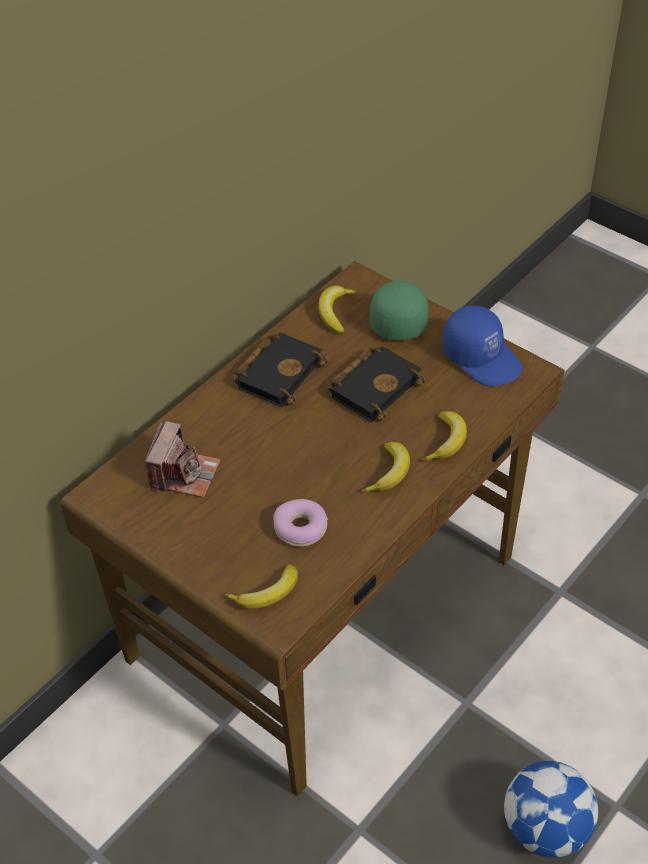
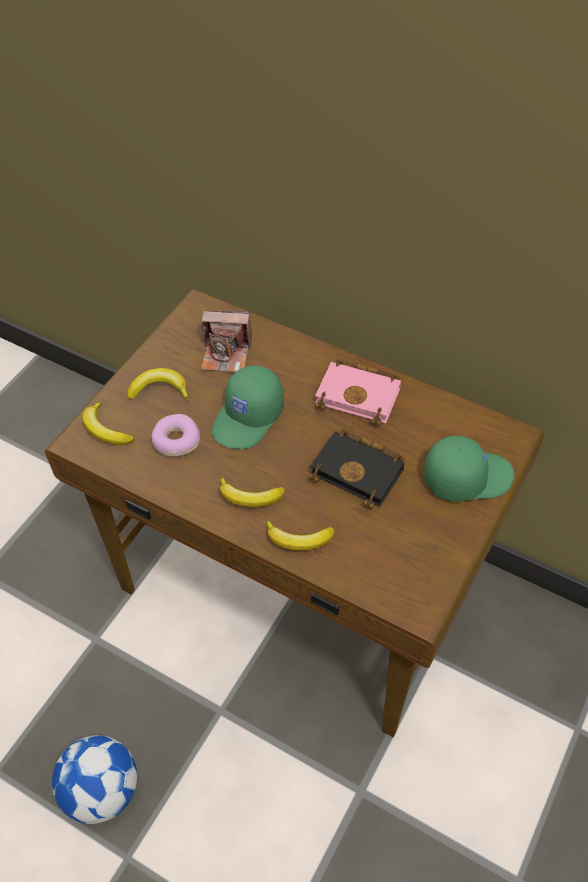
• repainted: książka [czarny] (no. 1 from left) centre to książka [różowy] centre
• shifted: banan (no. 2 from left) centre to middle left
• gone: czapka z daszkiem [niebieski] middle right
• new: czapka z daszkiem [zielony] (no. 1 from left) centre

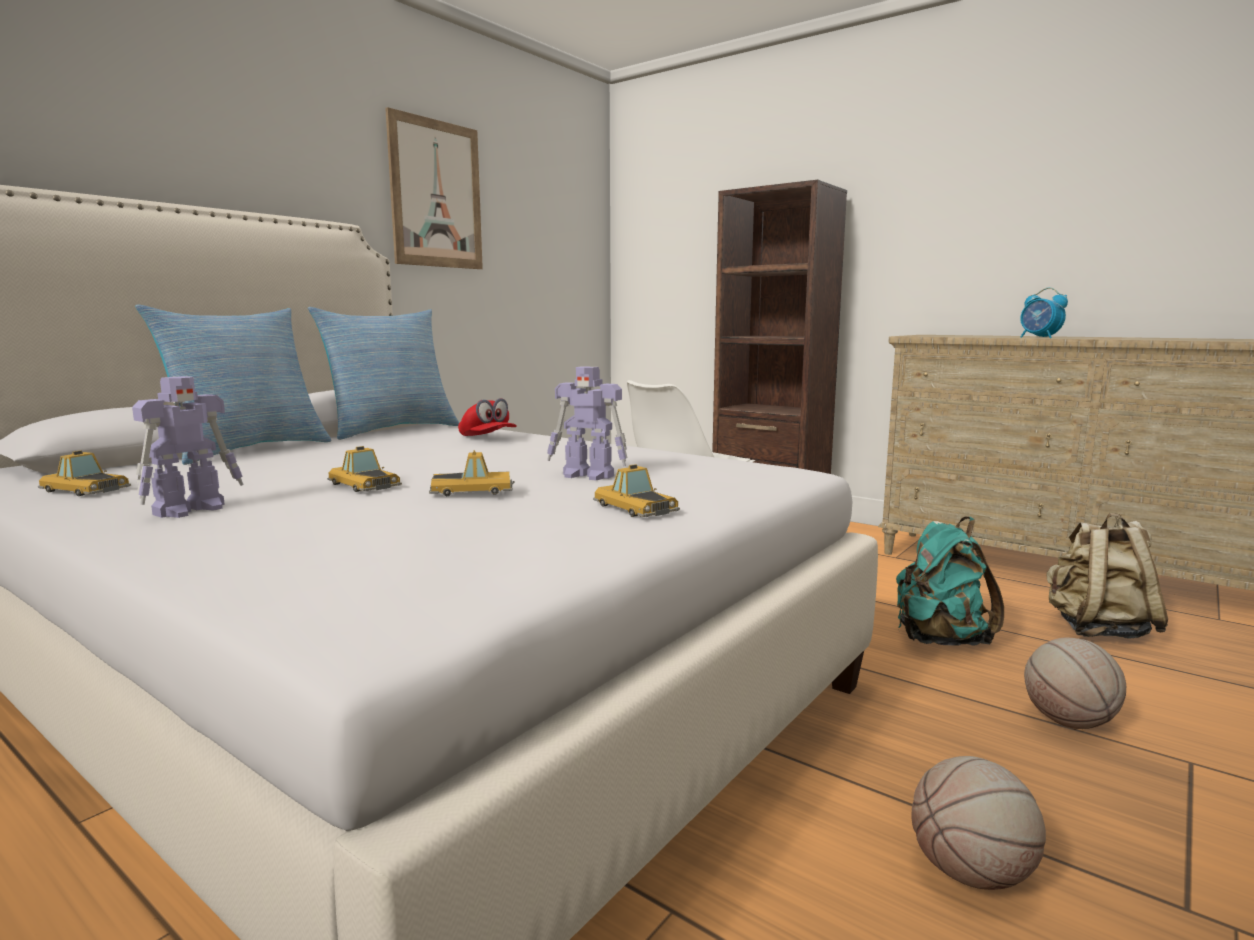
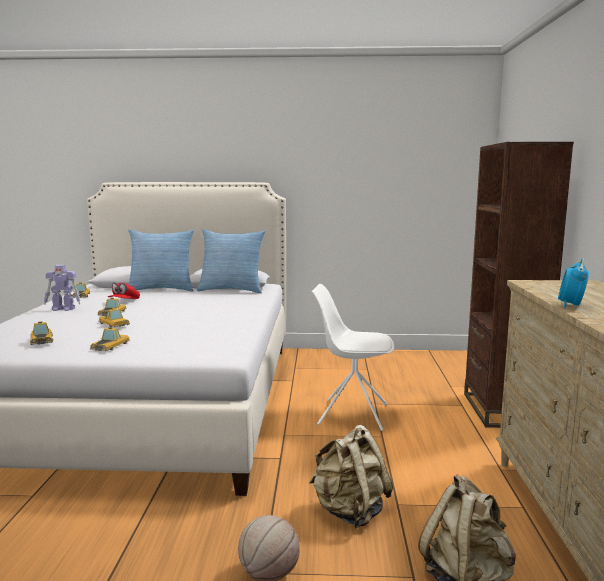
• gone: obraz top centre
• shifted: czapka z daszkiem [czerwony] centre to middle left
• gone: robot zabawkowy (no. 2 from left) centre
• repainted: plecak [turkusowy] middle right to plecak [beżowy] (no. 1 from left) bottom centre
• gone: piłka do koszykówki (no. 1 from left) bottom right
• new: samochodzik (no. 1 from left) middle left

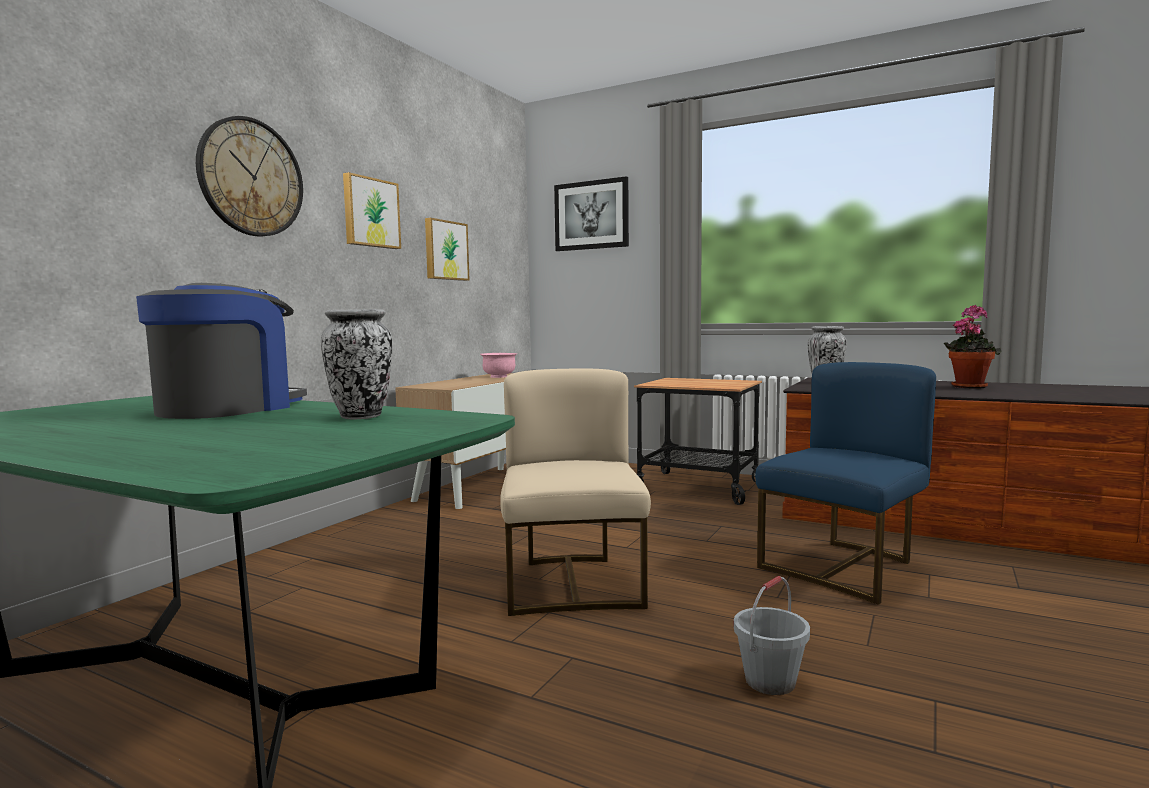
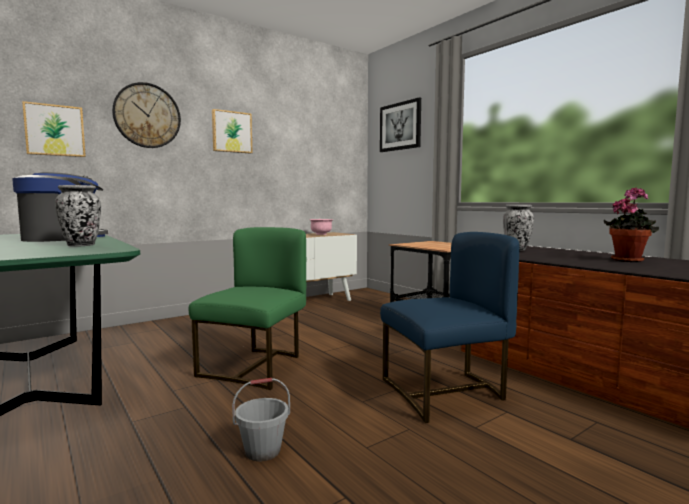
• shifted: obraz (no. 2 from left in the first image) top centre to obraz (no. 1 from left) top left
• repainted: krzesło [beżowy] centre to krzesło [zielony] centre

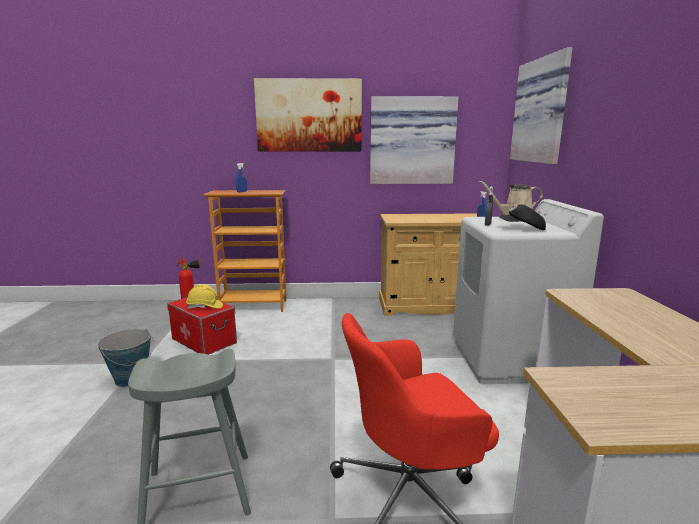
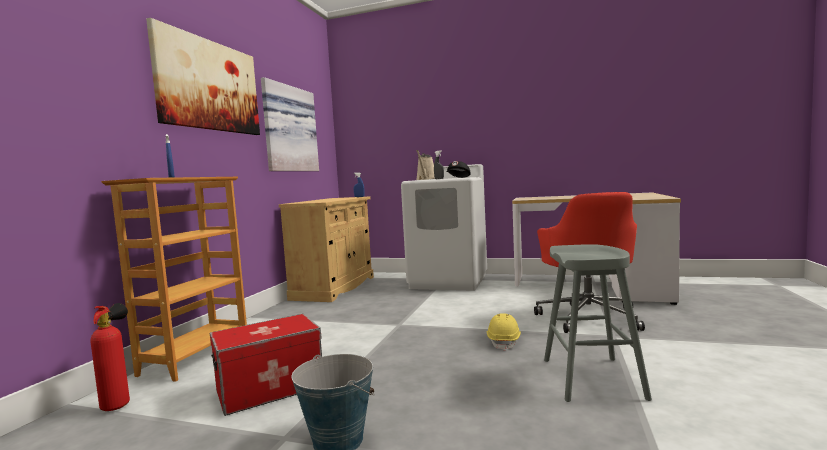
• shifted: kask [żółty] middle left to bottom centre
• gone: obraz (no. 3 from left) top right

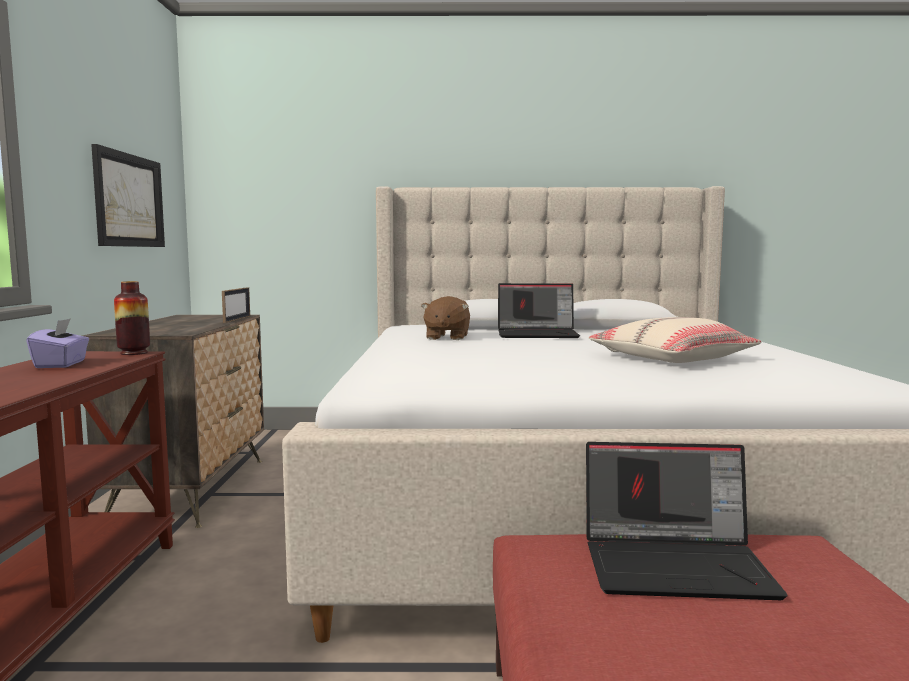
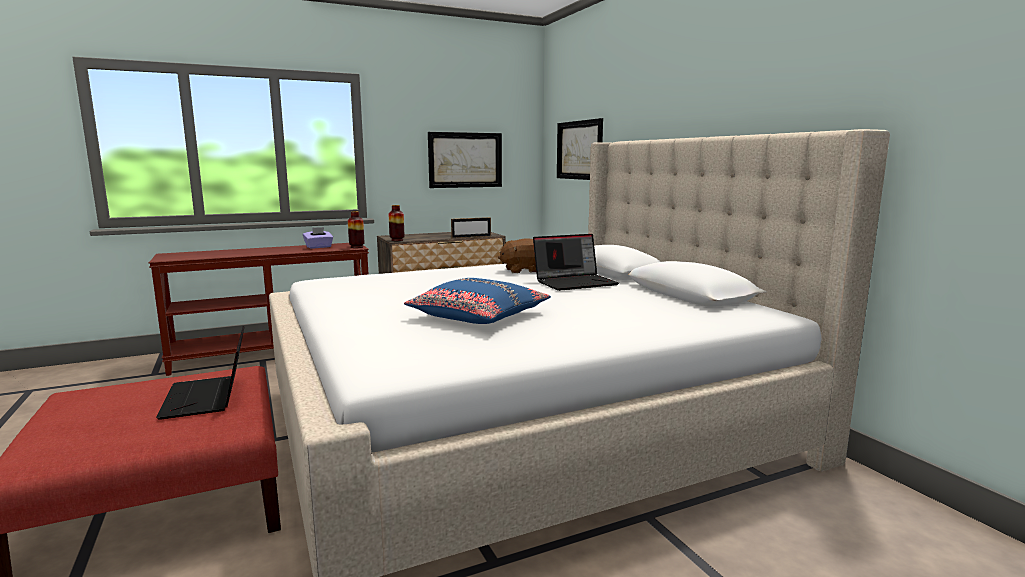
• rotated: laptop (no. 1 from left in the first image) centre = centre 90 degrees counterclockwise
• repainted: poduszka [beżowy] middle right to poduszka [niebieski] centre
• new: wazon (no. 2 from left) centre
• new: obraz (no. 2 from left) top centre

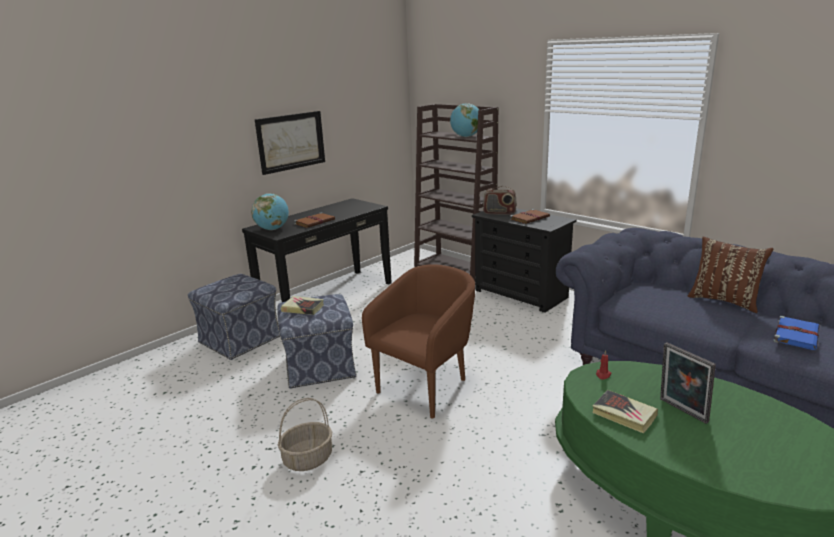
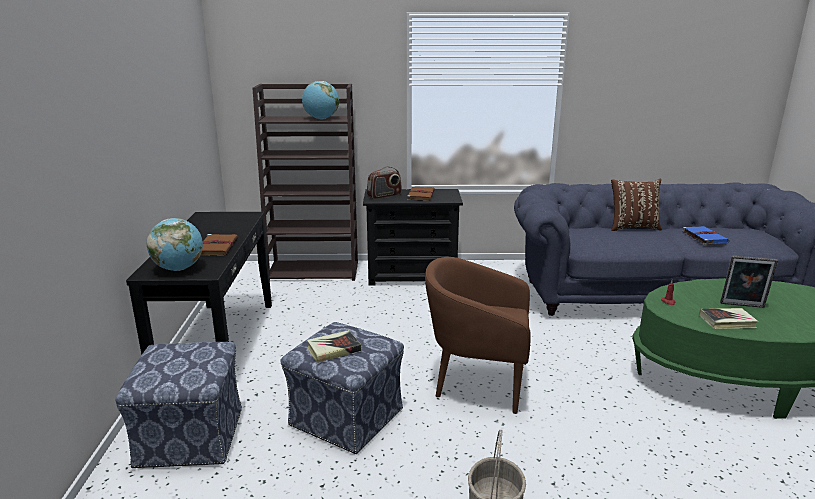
• gone: obraz top centre
• rotated: fotel [brązowy] centre = bottom centre 75 degrees counterclockwise

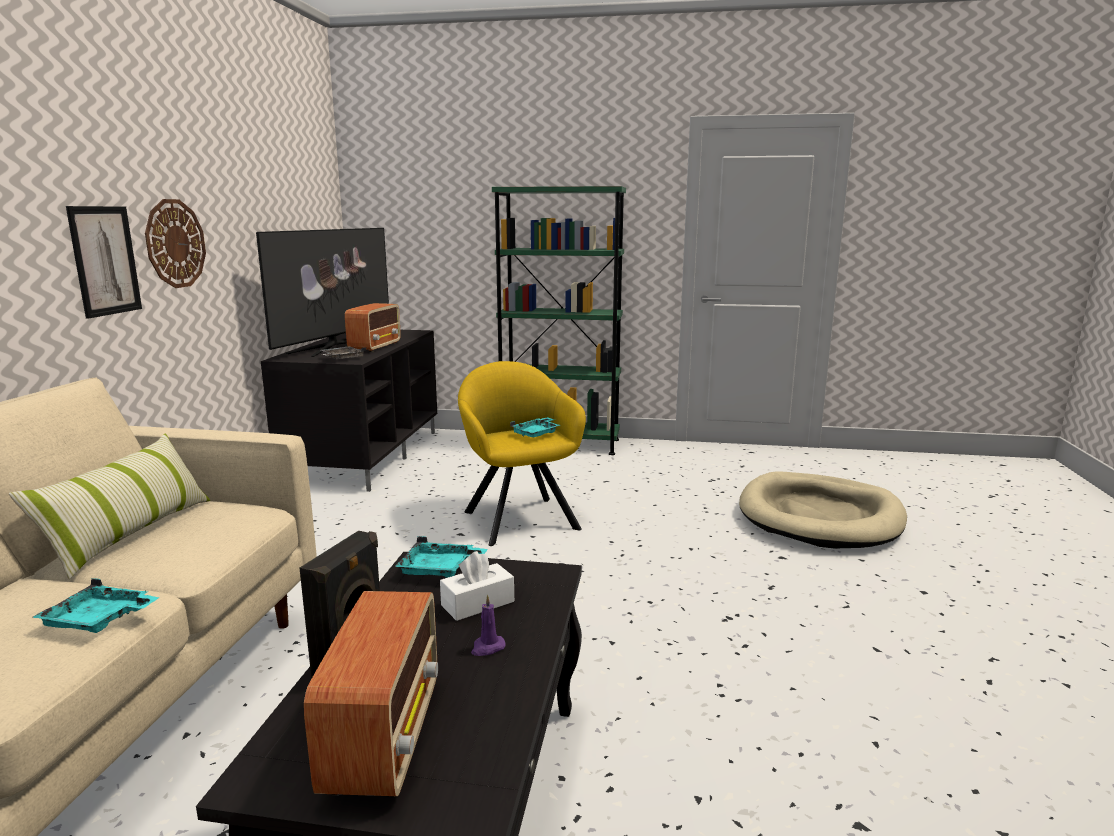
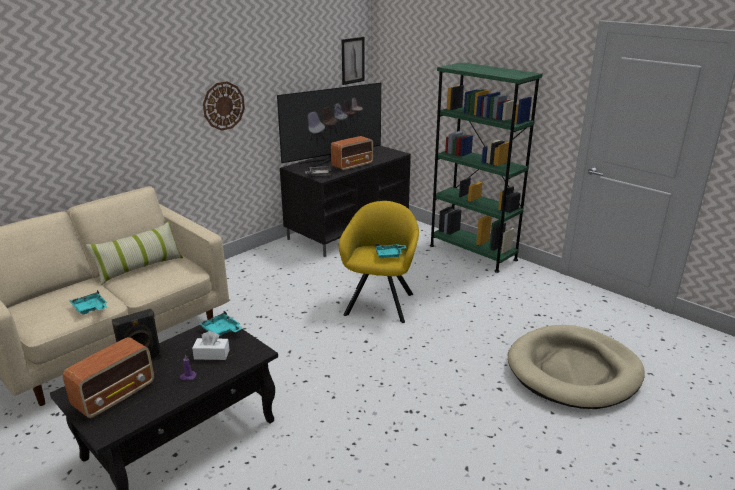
• shifted: obraz top left to top centre

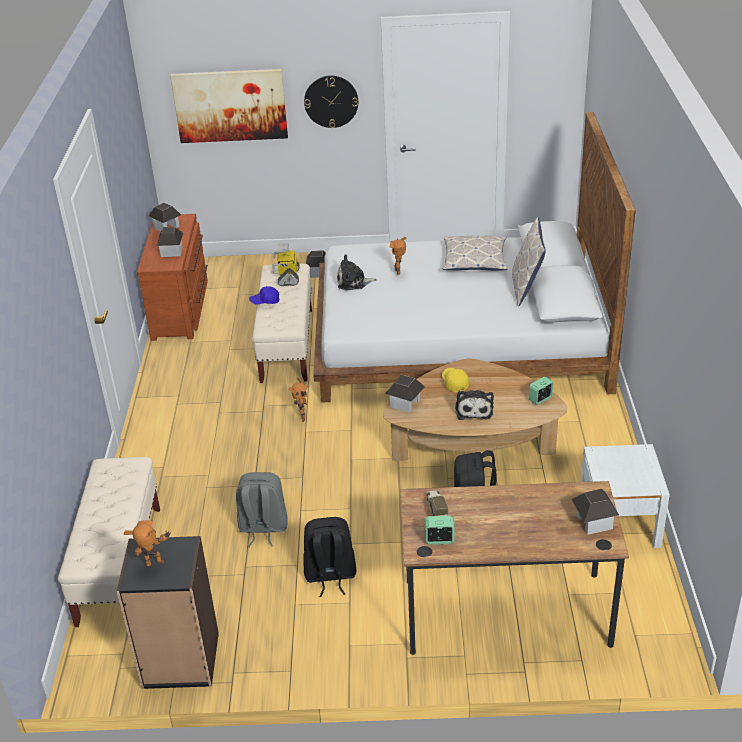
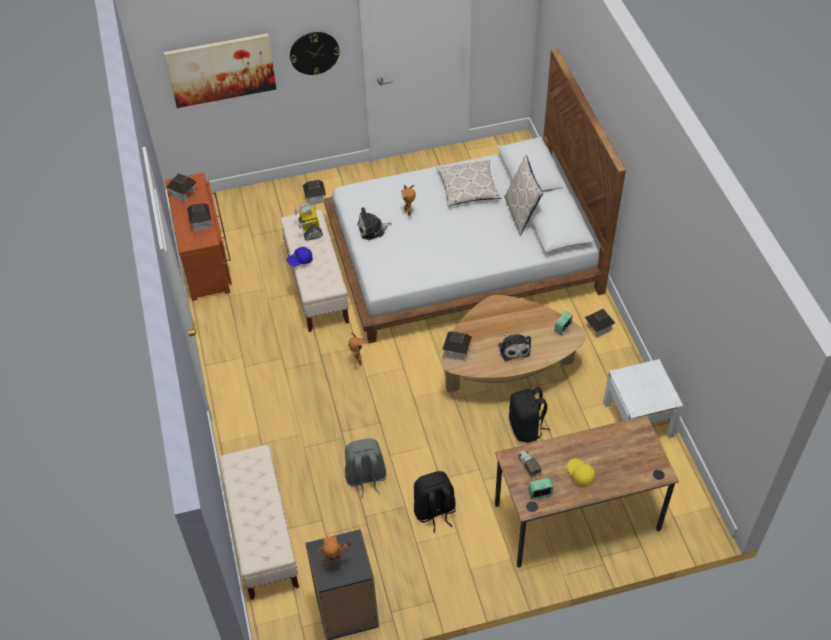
• shifted: czapka z daszkiem [żółty] centre to bottom right
• shifted: domek (no. 5 from left) bottom right to middle right

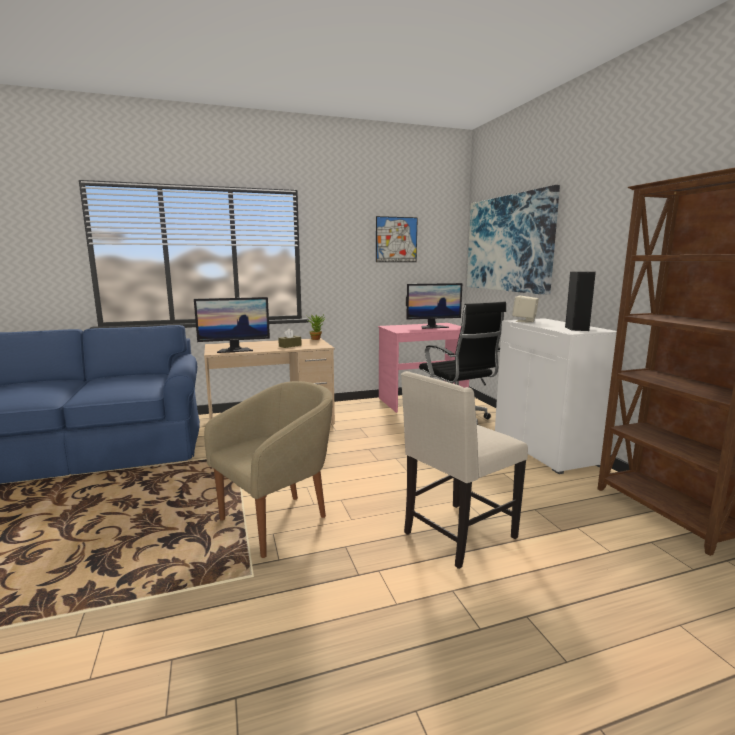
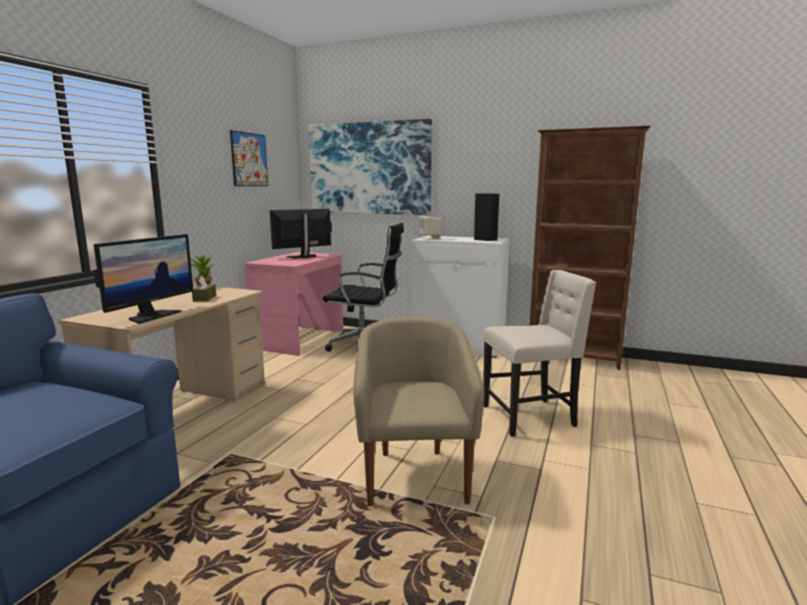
• rotated: krzesło [beżowy] centre = middle right 105 degrees counterclockwise
• rotated: monitor (no. 2 from left) centre = centre 150 degrees counterclockwise

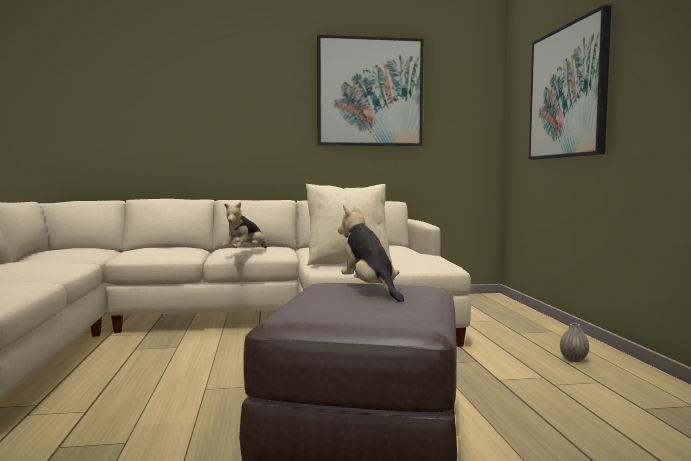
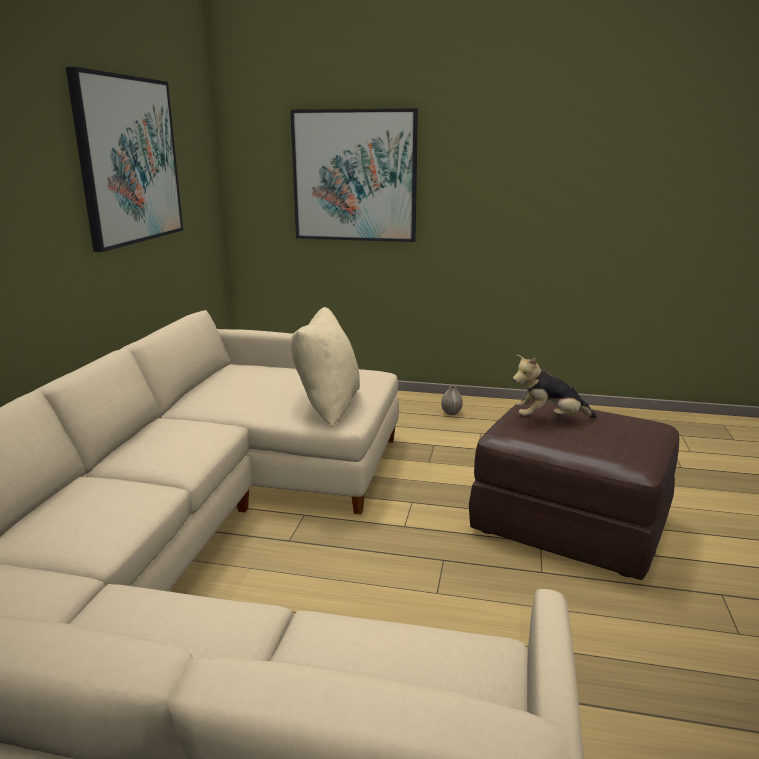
• gone: pluszak (no. 1 from left) centre

